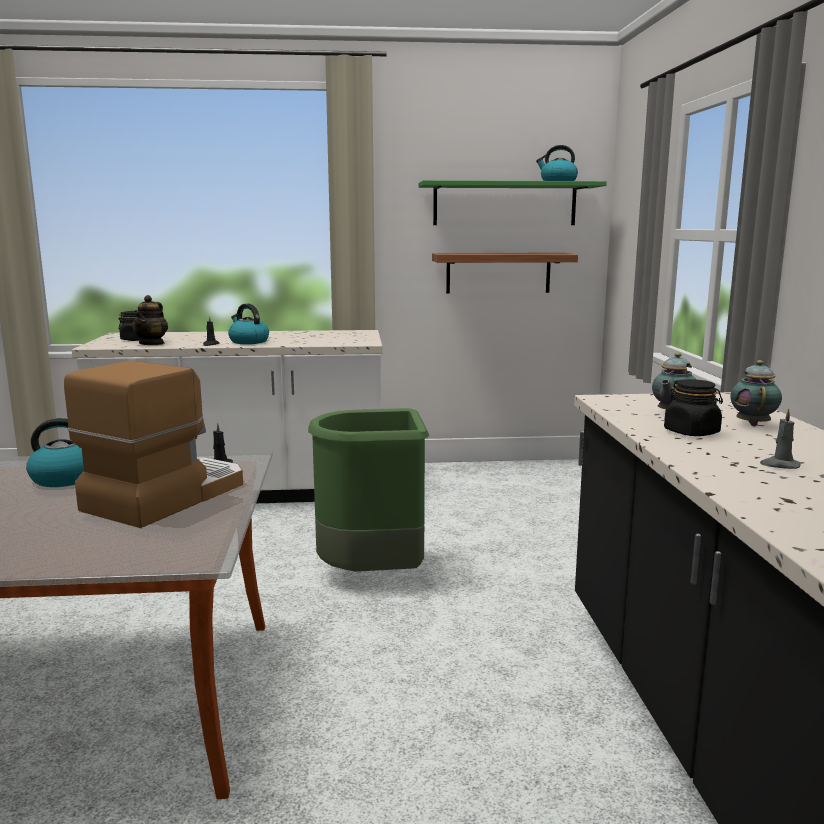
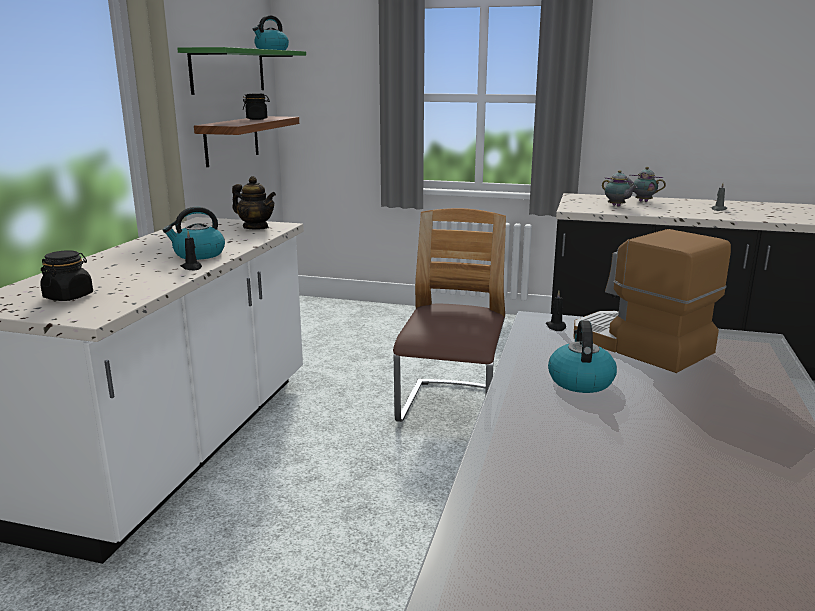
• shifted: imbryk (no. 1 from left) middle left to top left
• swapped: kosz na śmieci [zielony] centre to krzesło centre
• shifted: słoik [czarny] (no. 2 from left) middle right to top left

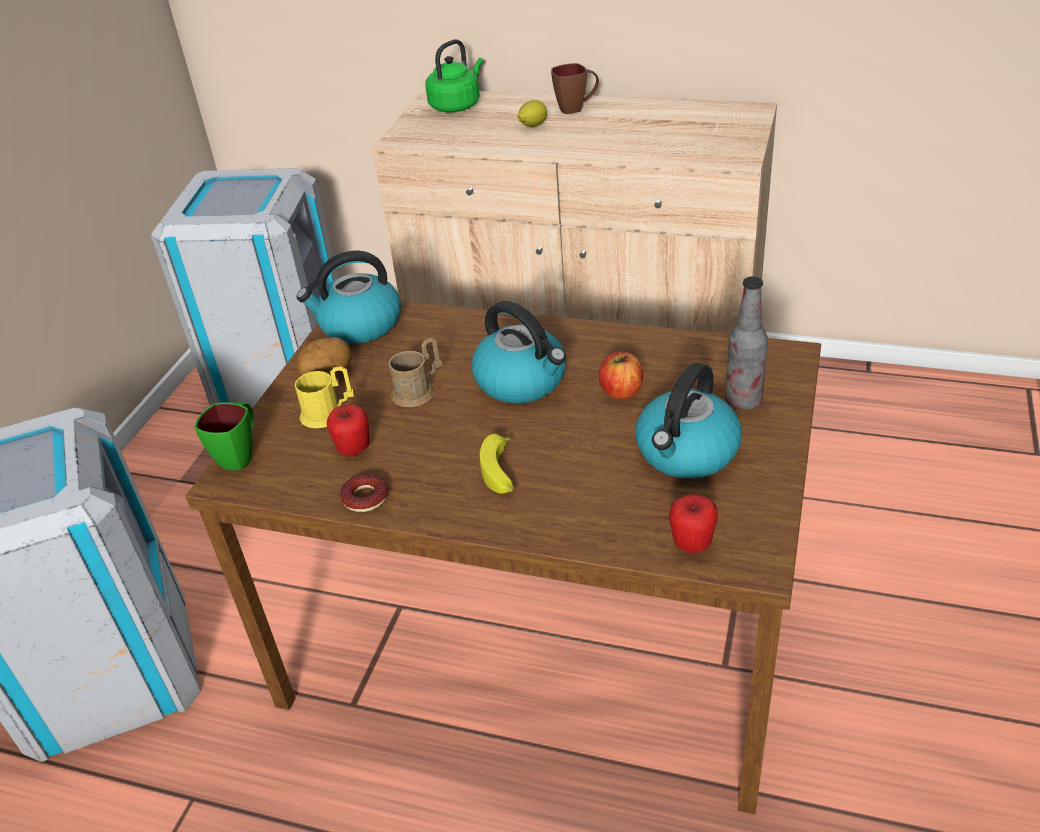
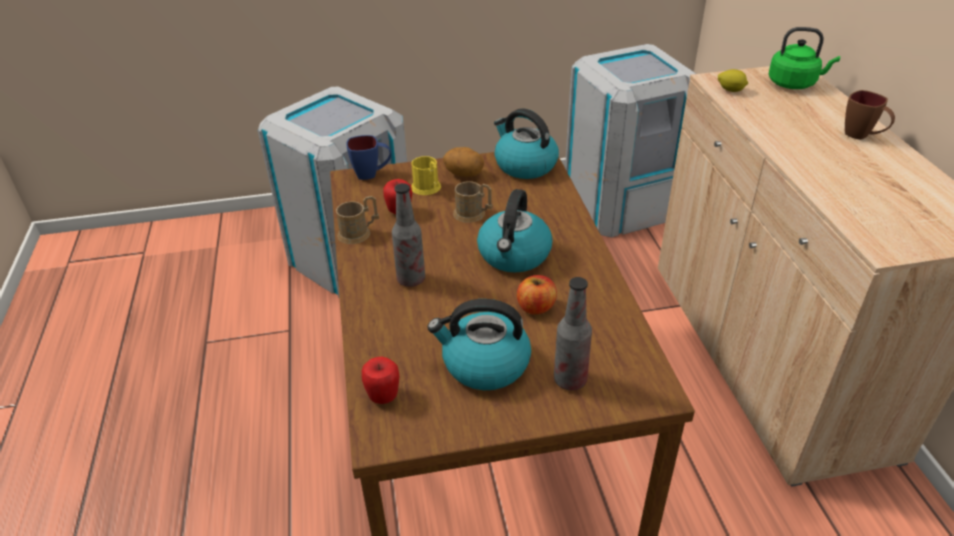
• repainted: kubek [zielony] middle left to kubek [niebieski] top centre
• swapped: donut centre to kubek [brązowy] (no. 1 from left) centre
• swapped: banan centre to butelka (no. 1 from left) centre
• shifted: cytryna top centre to top right

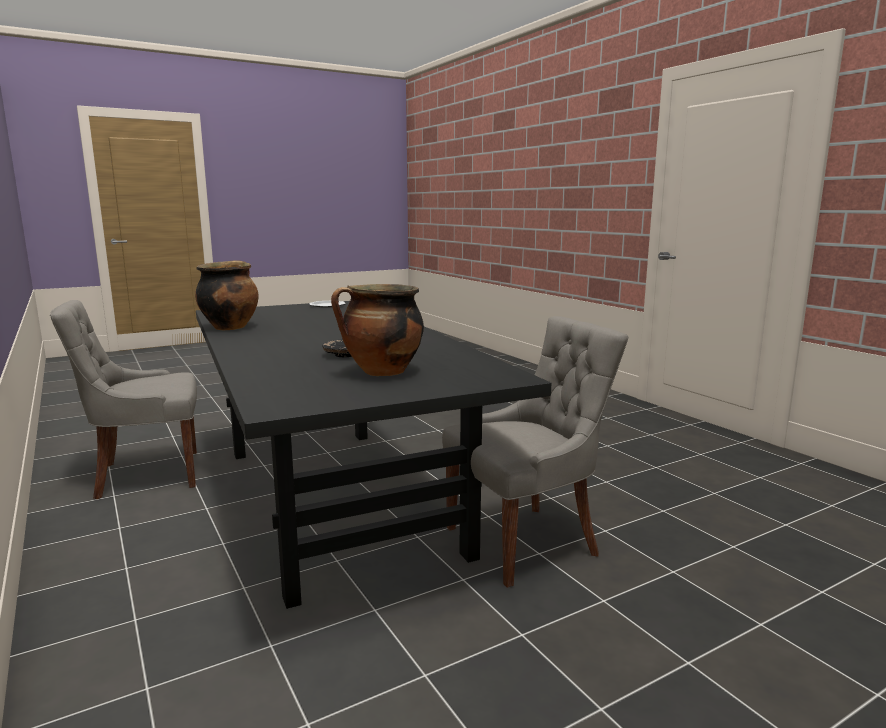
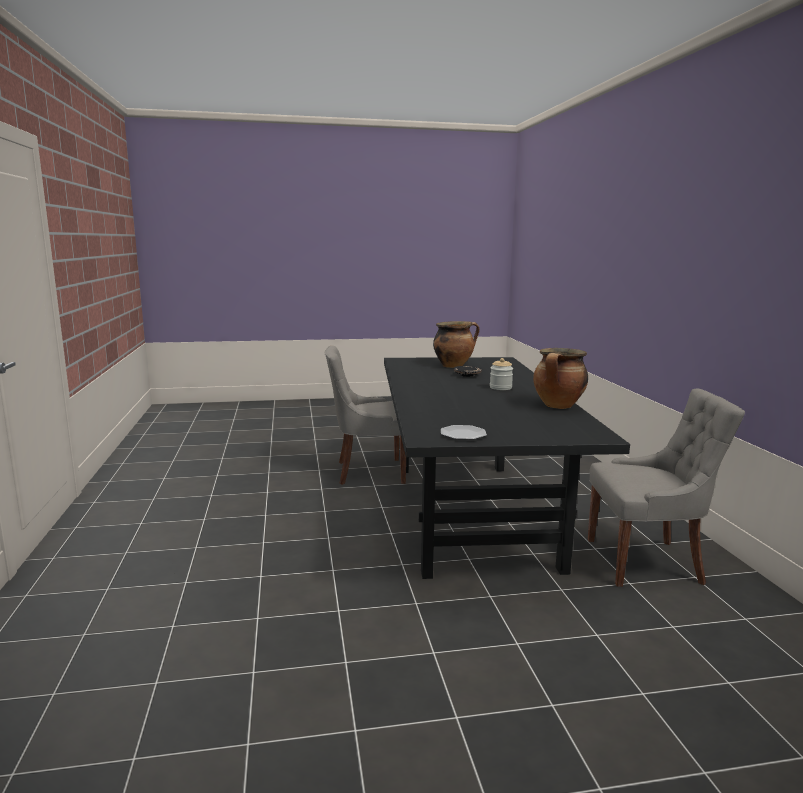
• new: słoik centre

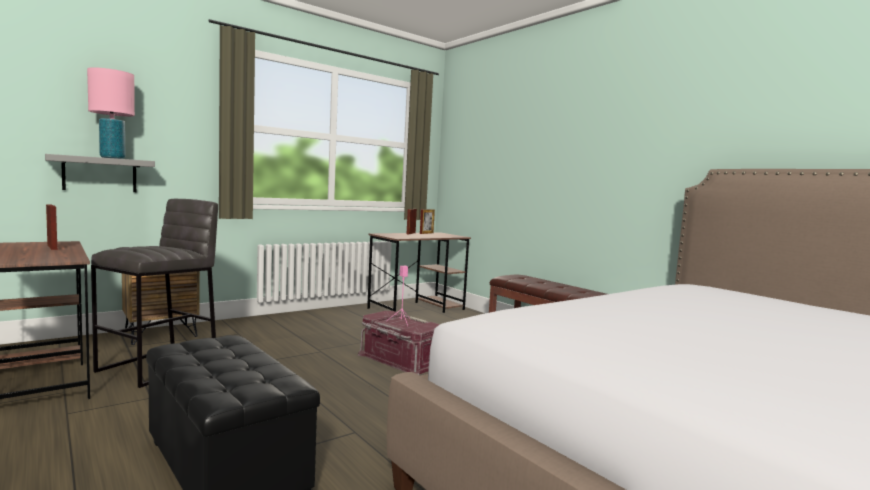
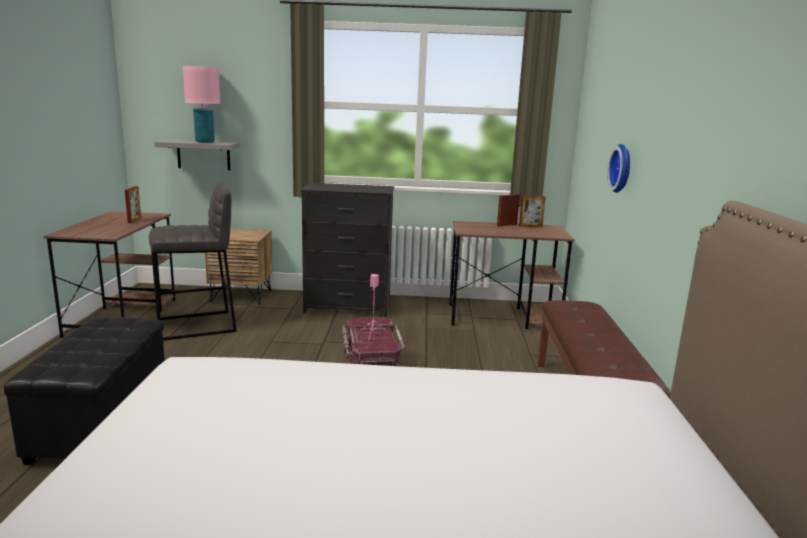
• new: komoda [czarny] centre
• new: zegar ścienny top right

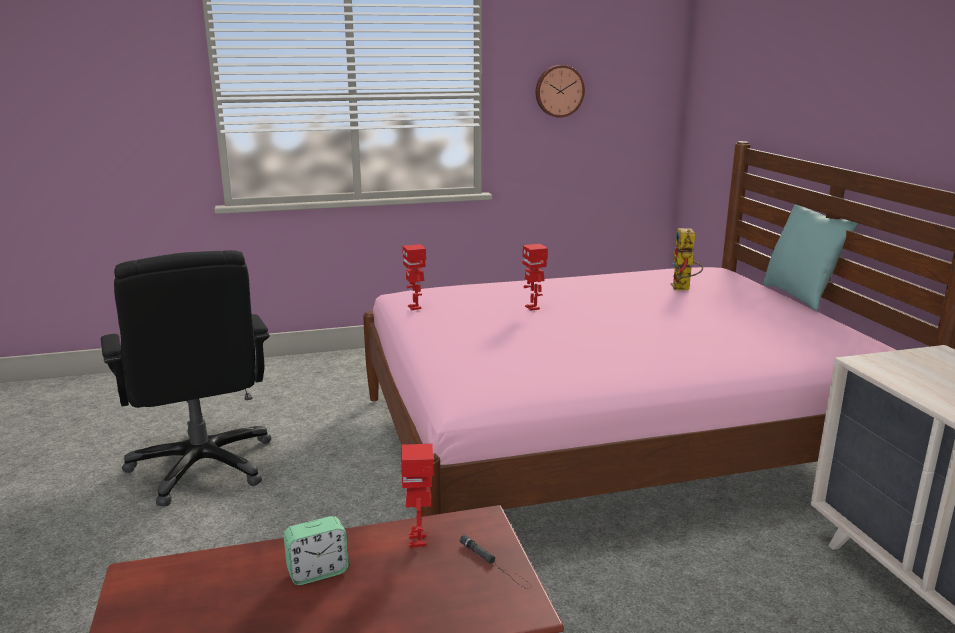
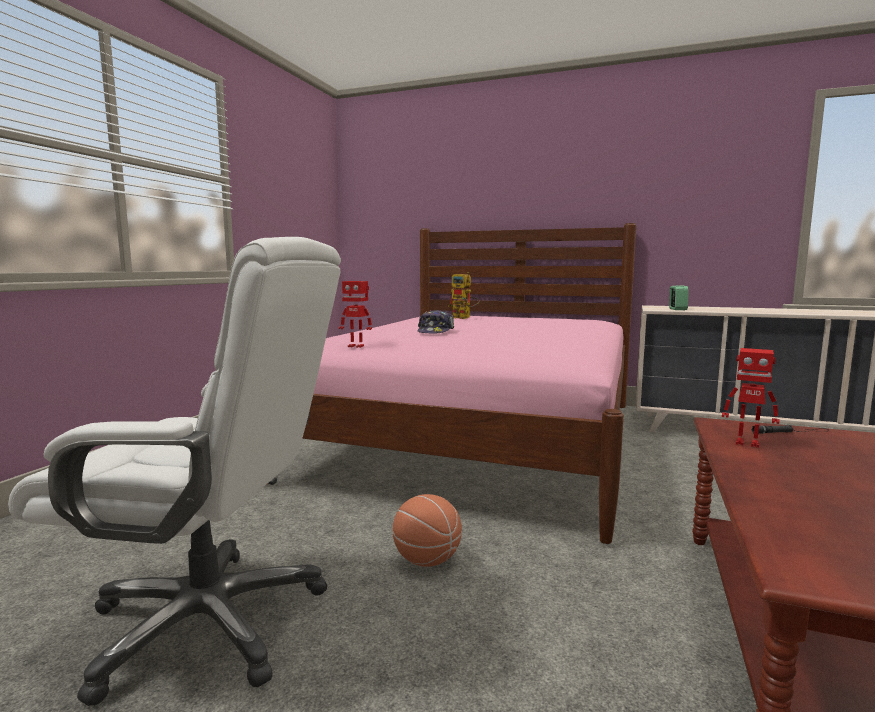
• repainted: krzesło biurowe [czarny] middle left to krzesło biurowe [biały] middle left
• shifted: budzik bottom left to middle right
• swapped: robot zabawkowy (no. 3 from left) centre to czapka z daszkiem centre
• gone: zegar ścienny top centre
• gone: poduszka [turkusowy] middle right
• new: piłka do koszykówki bottom centre

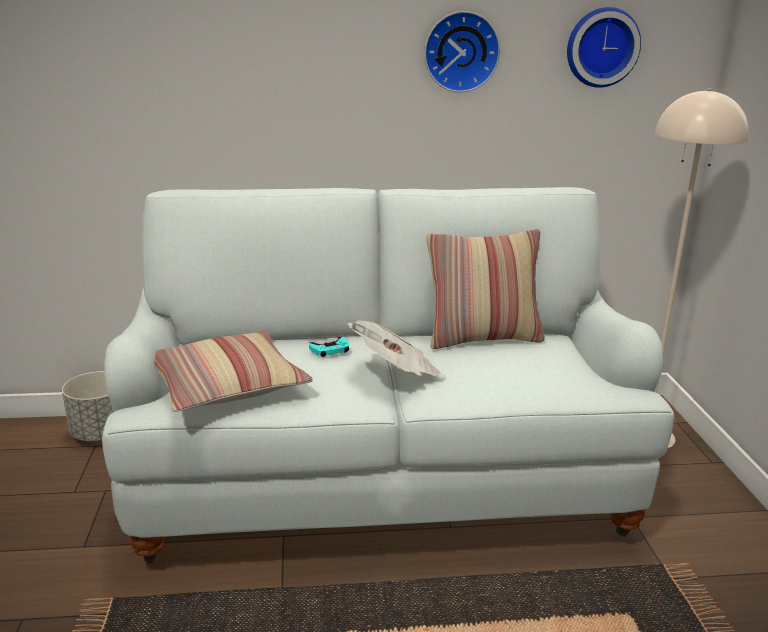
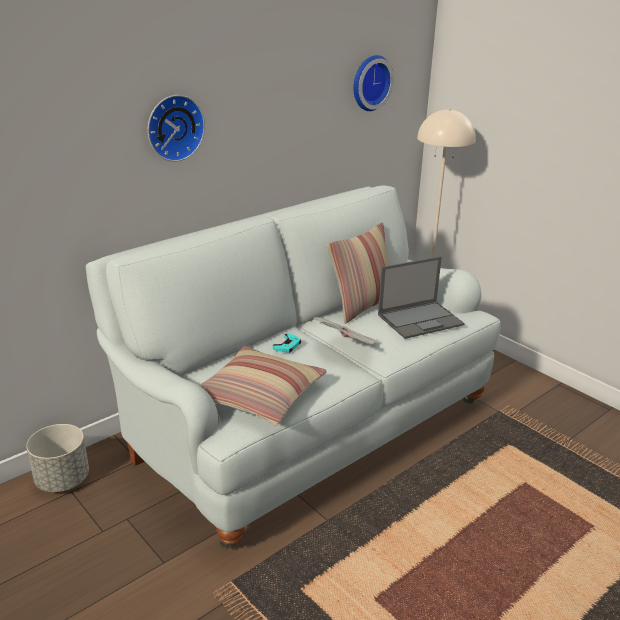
• shifted: zegar ścienny (no. 1 from left) top centre to top left
• new: laptop middle right

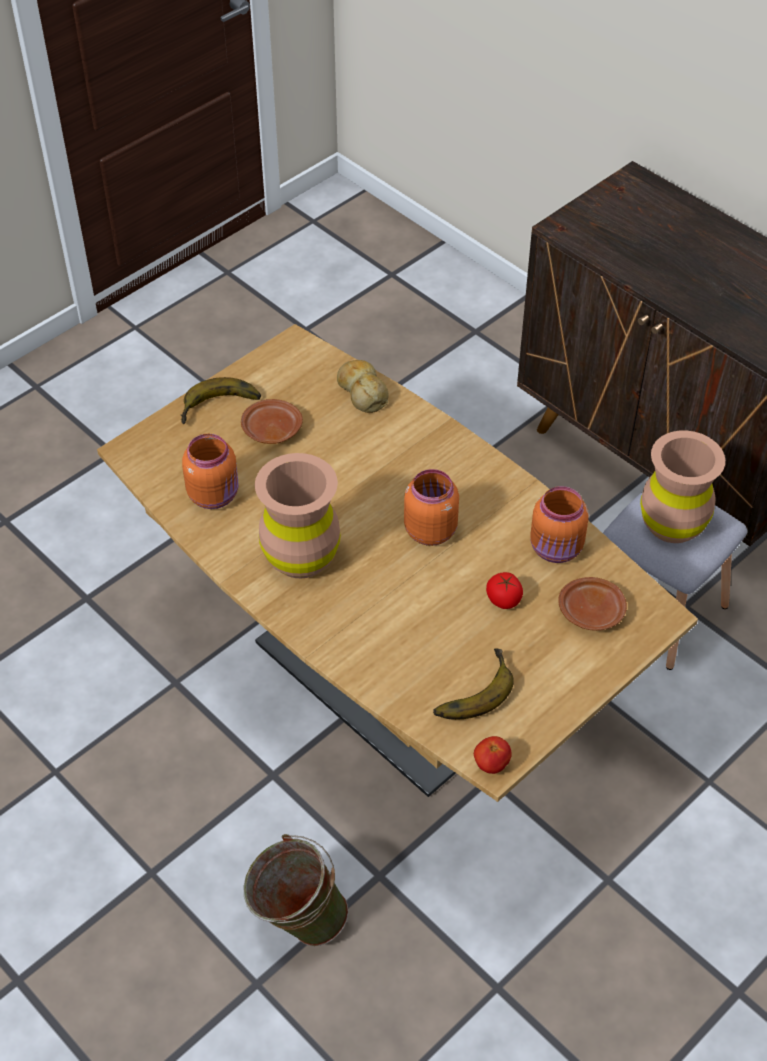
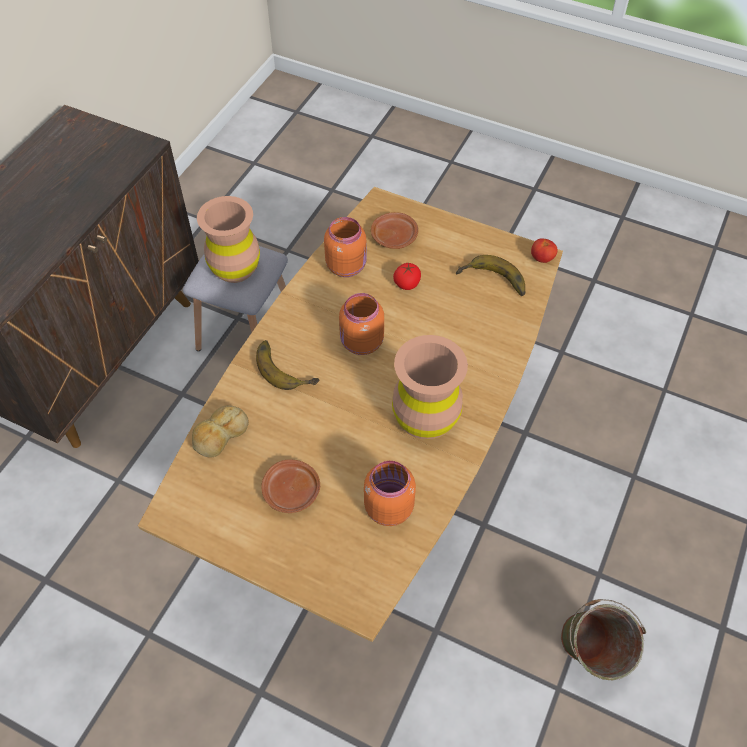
• shifted: banan (no. 1 from left) middle left to centre
• shifted: wiadro [zielony] bottom centre to bottom right

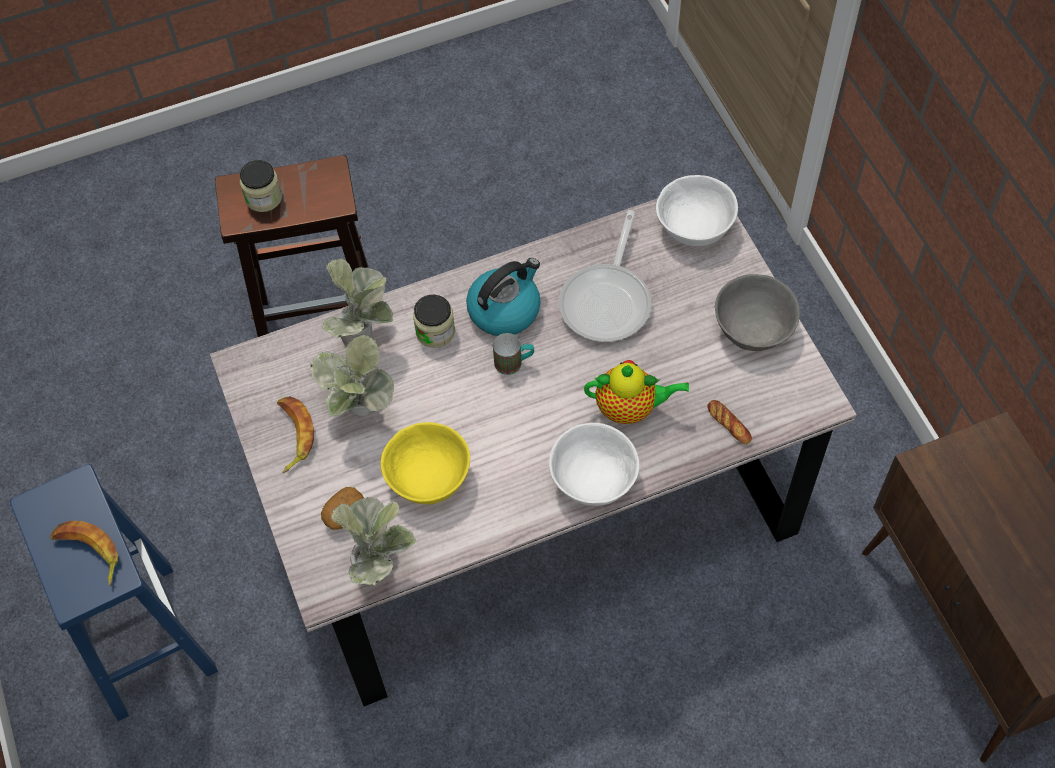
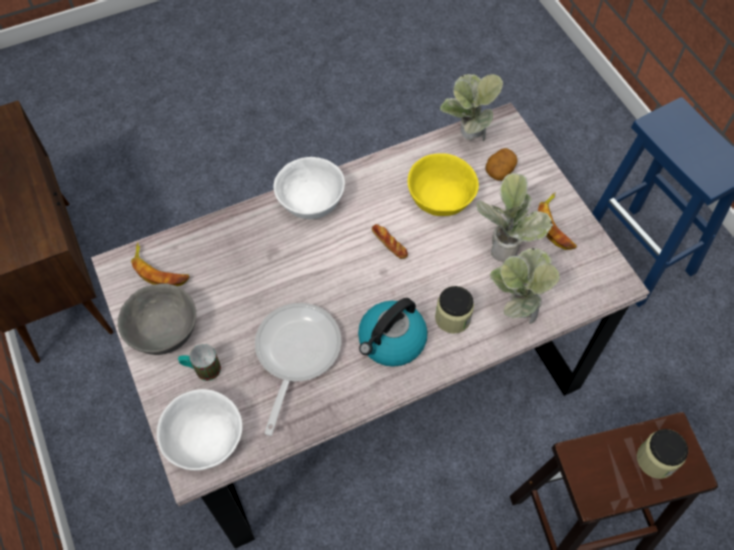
• shifted: banan (no. 1 from left) bottom left to middle left
• shifted: kubek centre to middle left
• gone: imbryk centre
• shifted: chleb middle right to centre

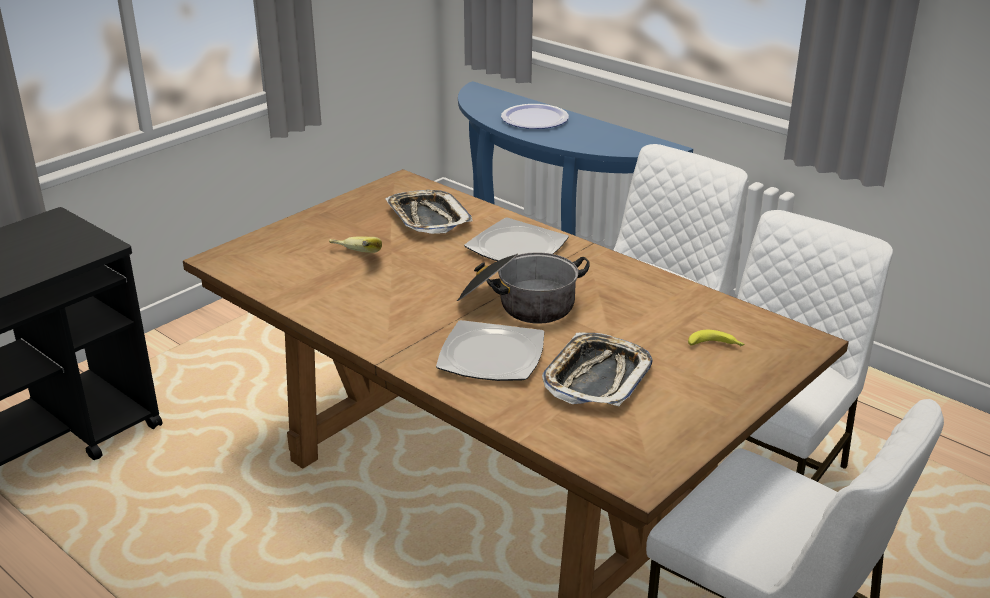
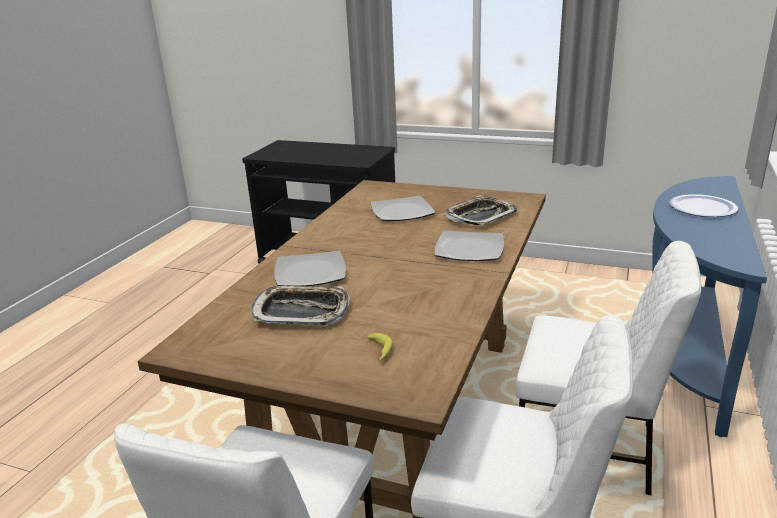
• swapped: banan (no. 1 from left) centre to talerz (no. 2 from left) centre
• gone: garnek centre

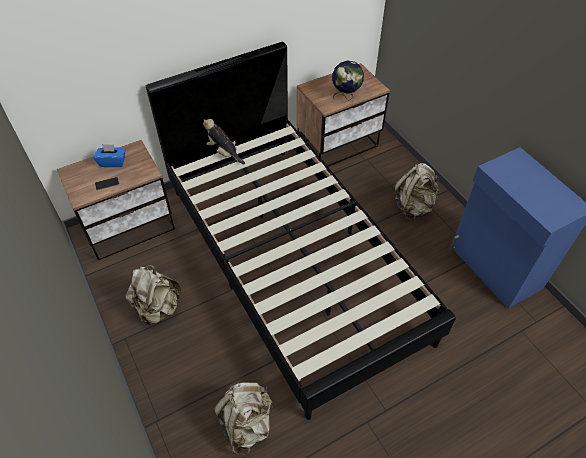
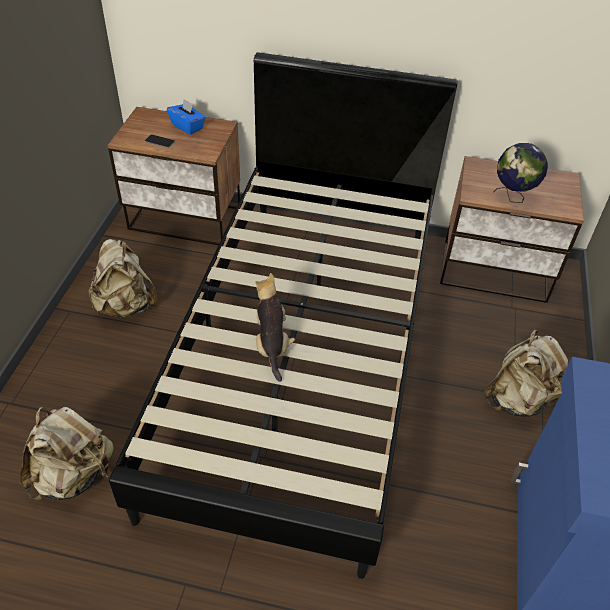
• shifted: pluszak top centre to centre

